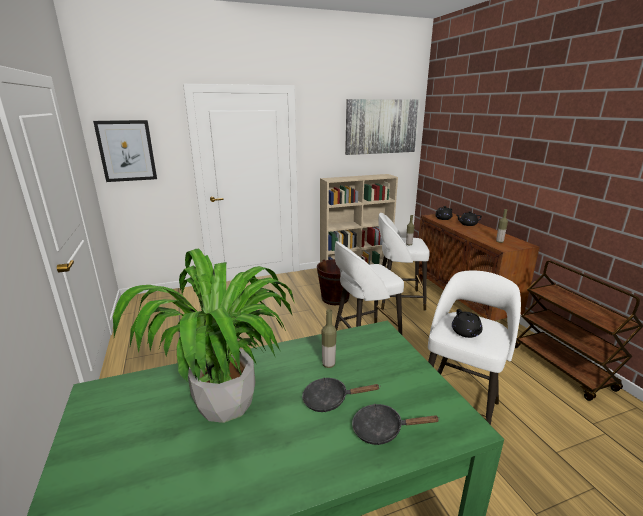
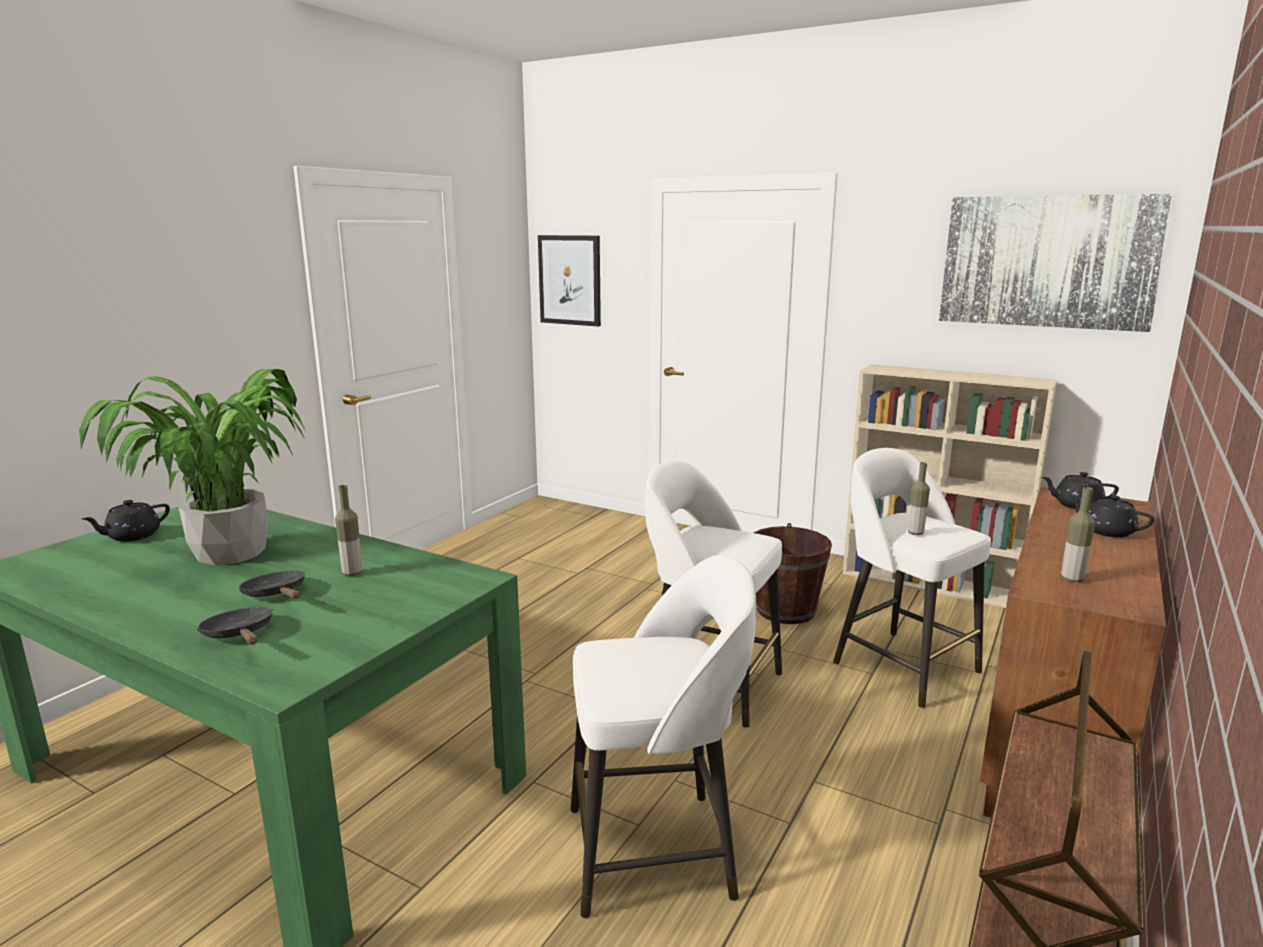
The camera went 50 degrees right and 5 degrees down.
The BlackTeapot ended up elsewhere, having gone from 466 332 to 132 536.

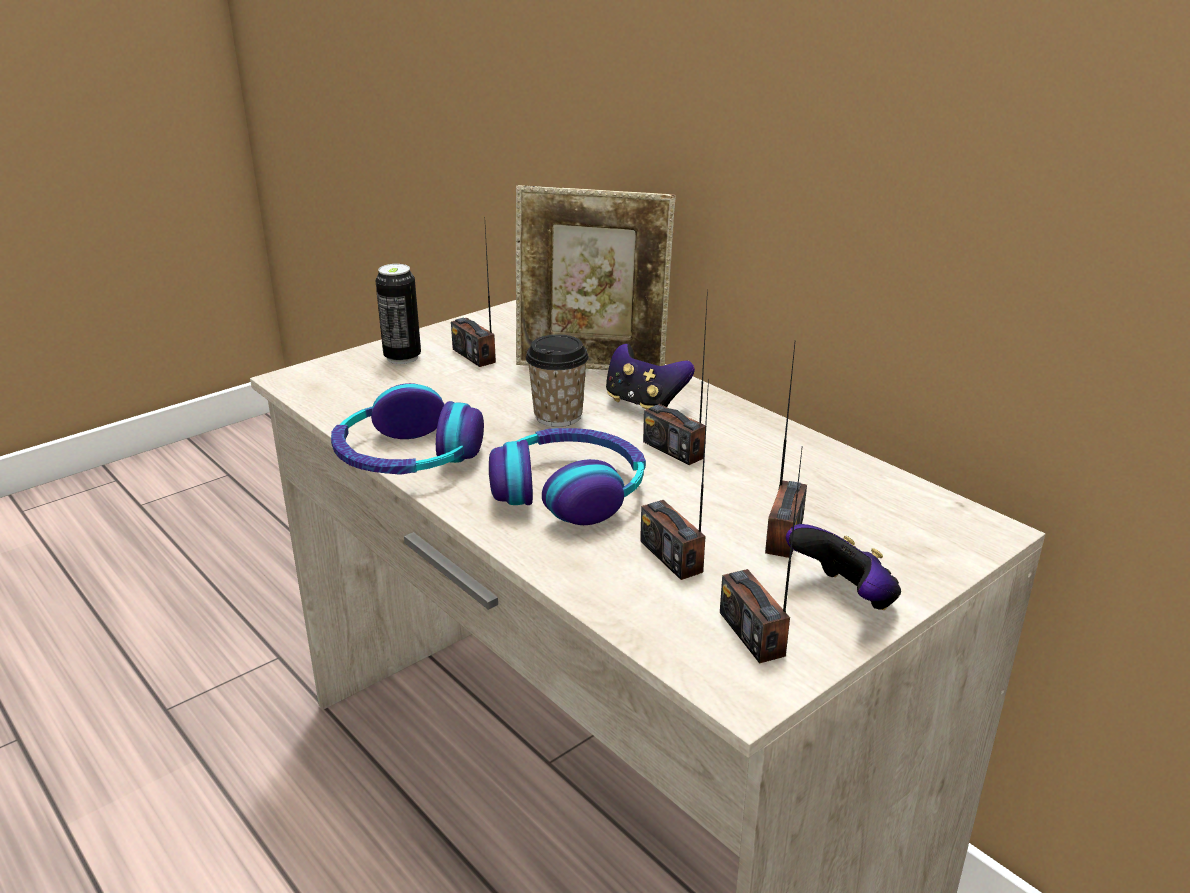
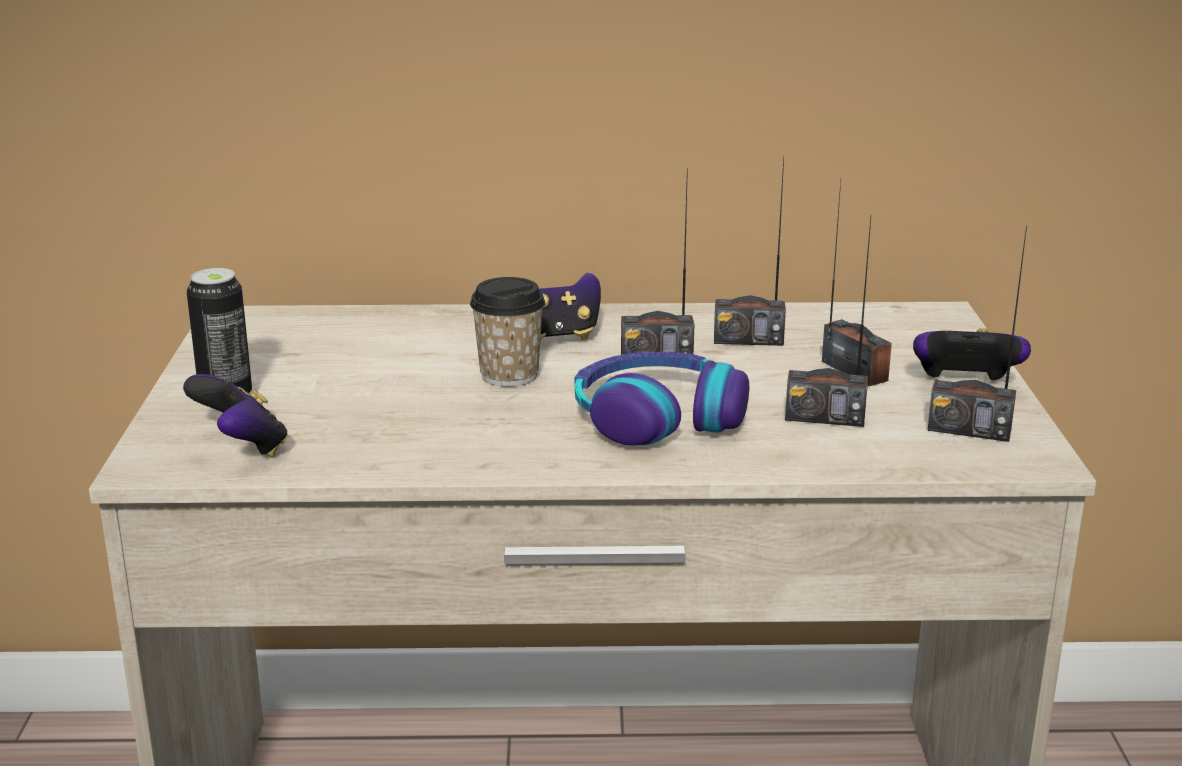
The camera went 50 degrees left and 5 degrees down.
The second view lost the Headphones at 407 457.
The Radio ended up elsewhere, having gone from 474 355 to 748 340.
The second view lost the PictureFrame at 592 366.
The second view gained the GameController at 243 448.

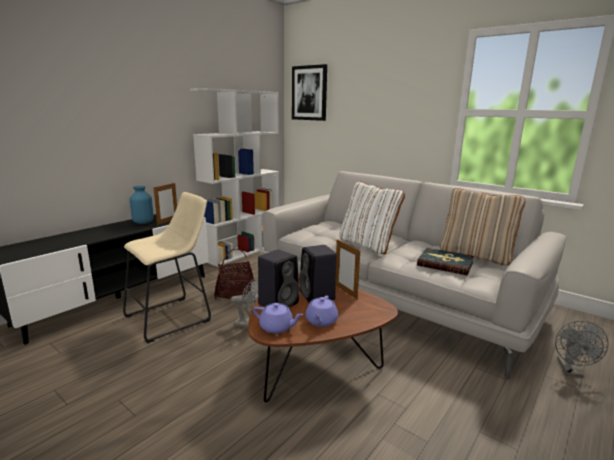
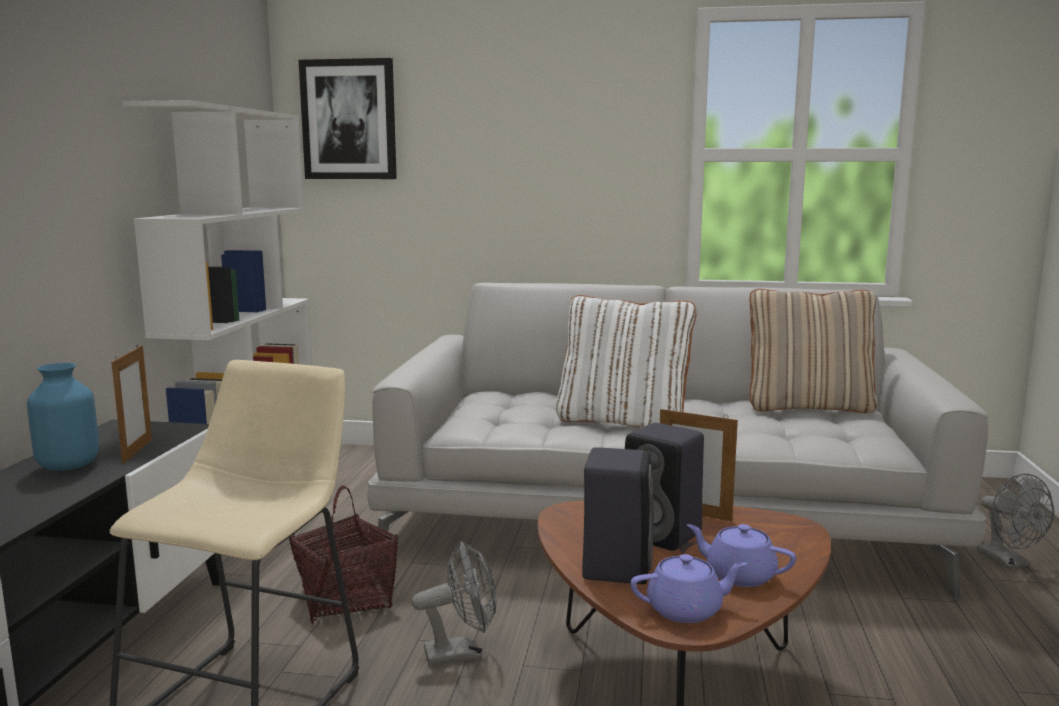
The camera went 30 degrees left and 5 degrees down.
The PurpleTeapot at 321 321 ended up facing another way, 135 degrees clockwise from before.
The second view lost the Book at 445 264.

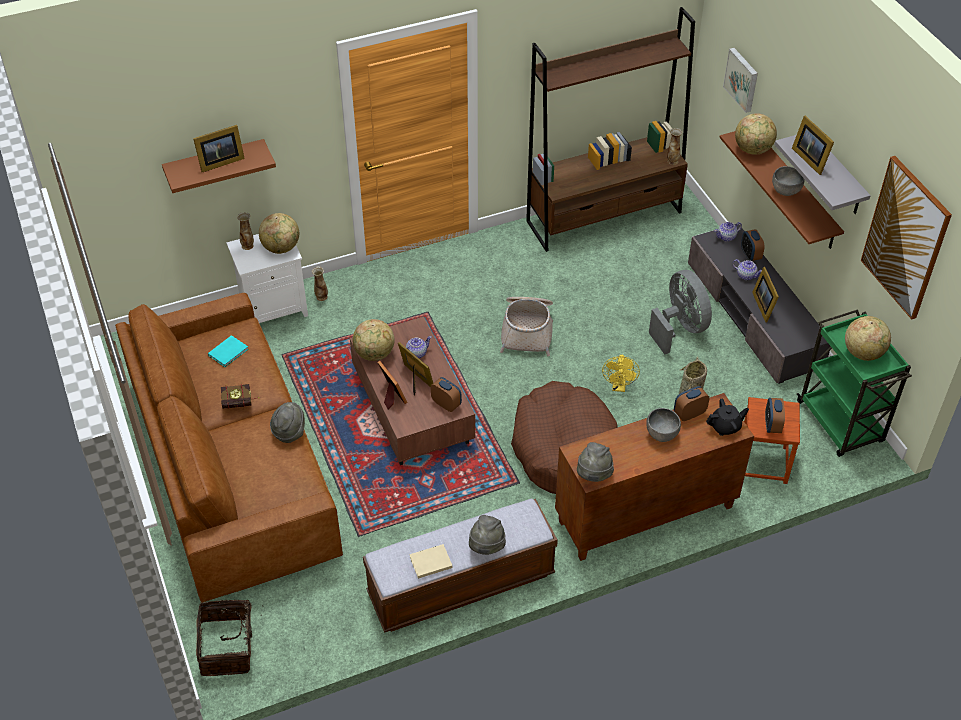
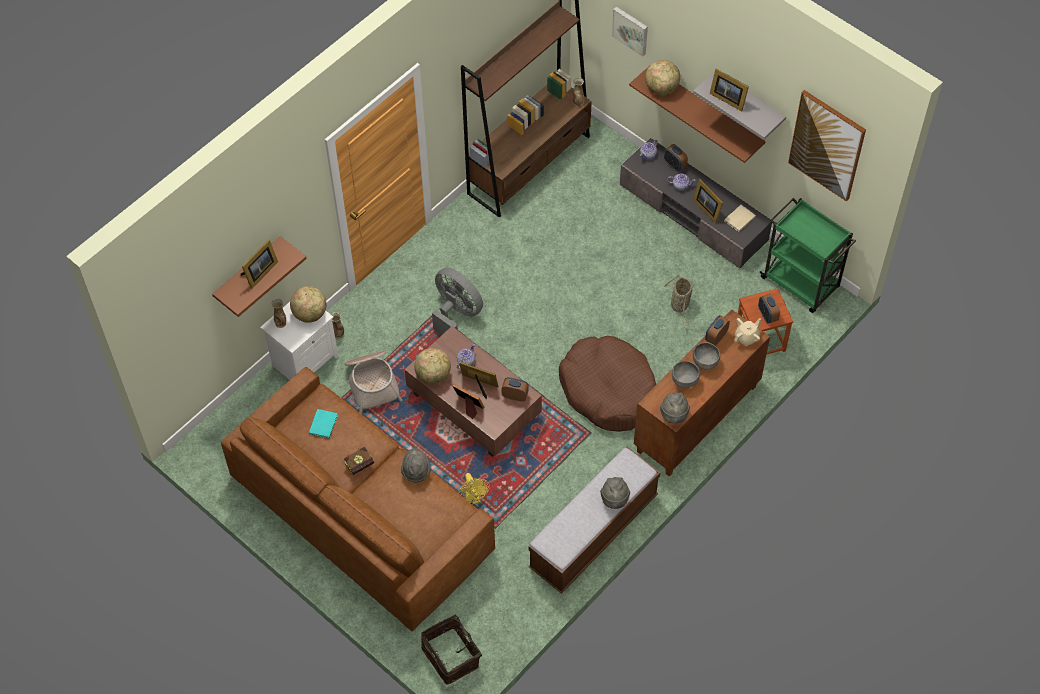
The camera went 25 degrees left and 10 degrees up.
The BeigeBook ended up elsewhere, having gone from 429 562 to 738 219.
The Basket ended up elsewhere, having gone from 527 330 to 372 383.
The YellowFan ended up elsewhere, having gone from 619 386 to 473 498.
The GreyFan ended up elsewhere, having gone from 680 328 to 456 314.
What was the BlackTeapot at 725 427 turned into the BeigeTeapot at 746 337.
The GreyBowl ended up elsewhere, having gone from 785 191 to 684 381.
The second view lost the Globe at 863 353.

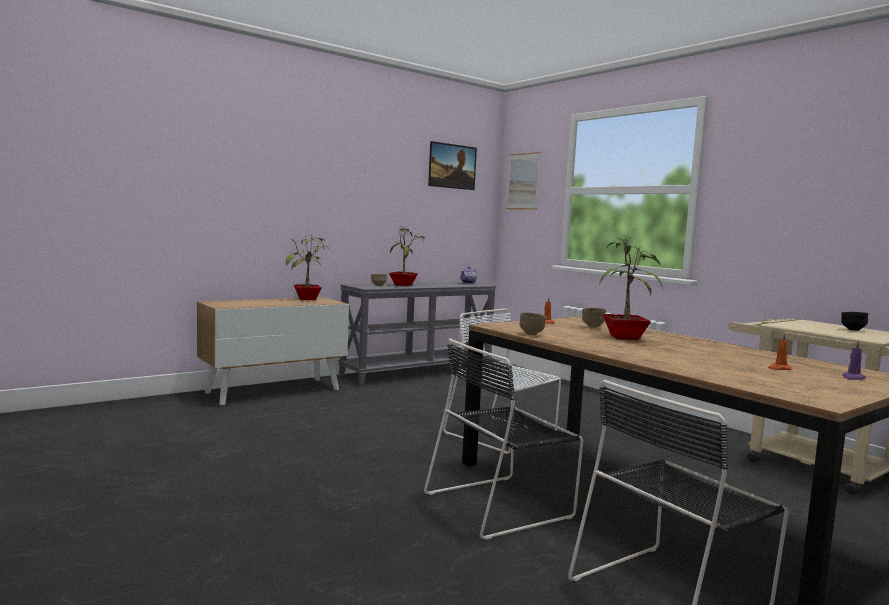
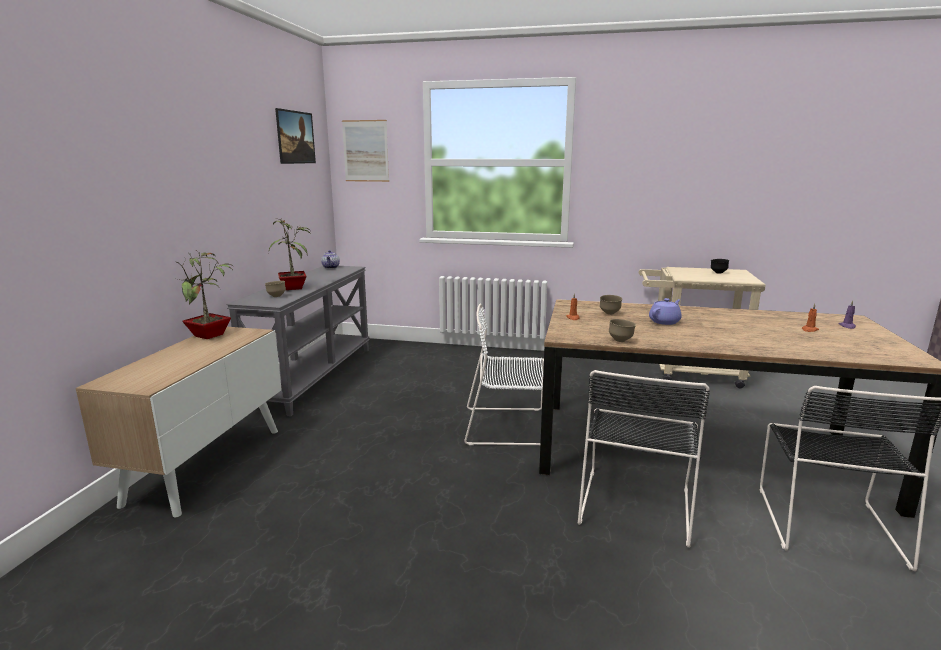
The camera went 40 degrees left and 10 degrees up.
Where the PottedPlant stood at 626 338, the PurpleTeapot came to stand at 665 321.

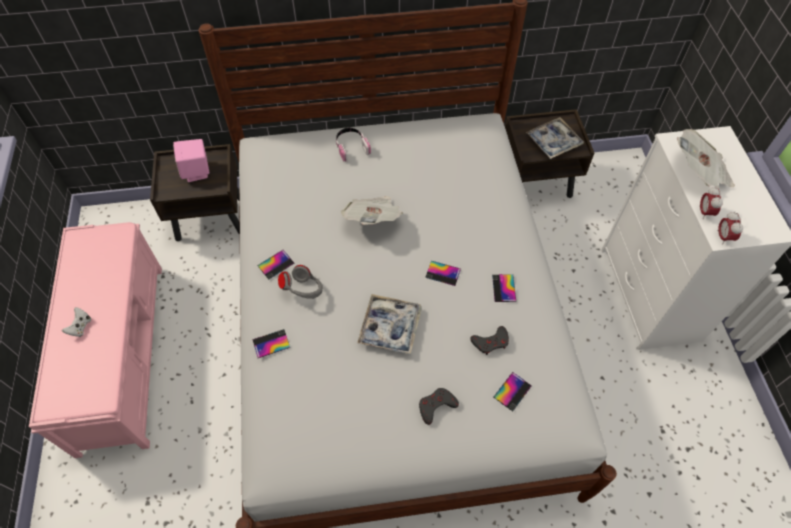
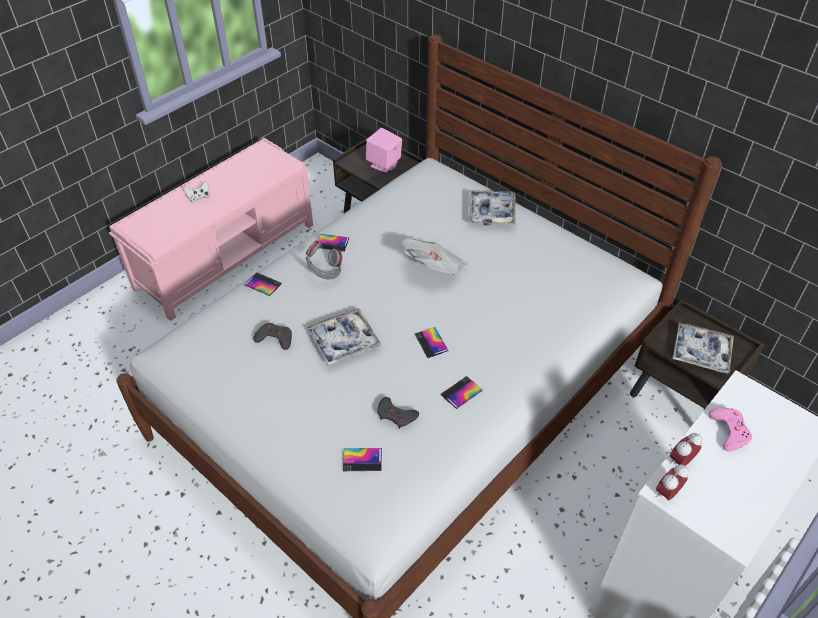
The camera went 50 degrees right and 10 degrees down.
Where the Headphones stood at 351 147, the Tray came to stand at 491 212.
The GreyGameController ended up elsewhere, having gone from 436 406 to 275 338.
Where the Newspaper stood at 699 173, the PinkGameController came to stand at 729 431.

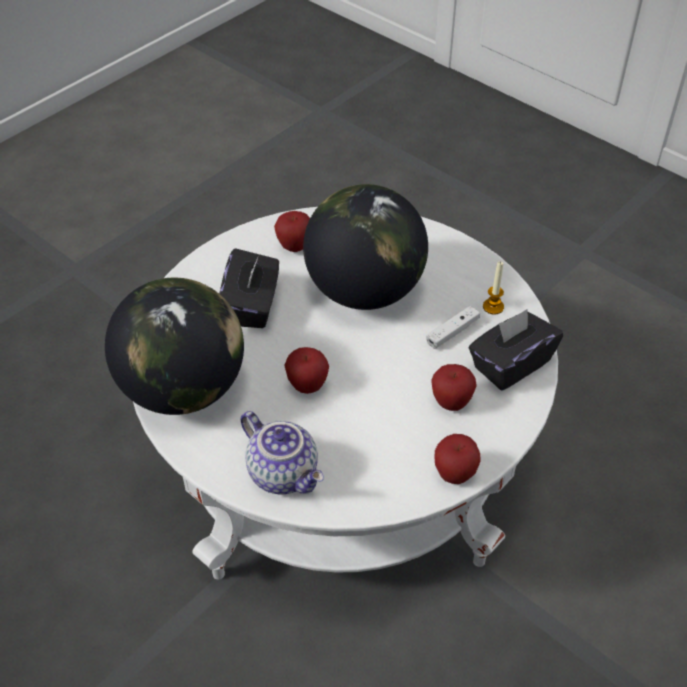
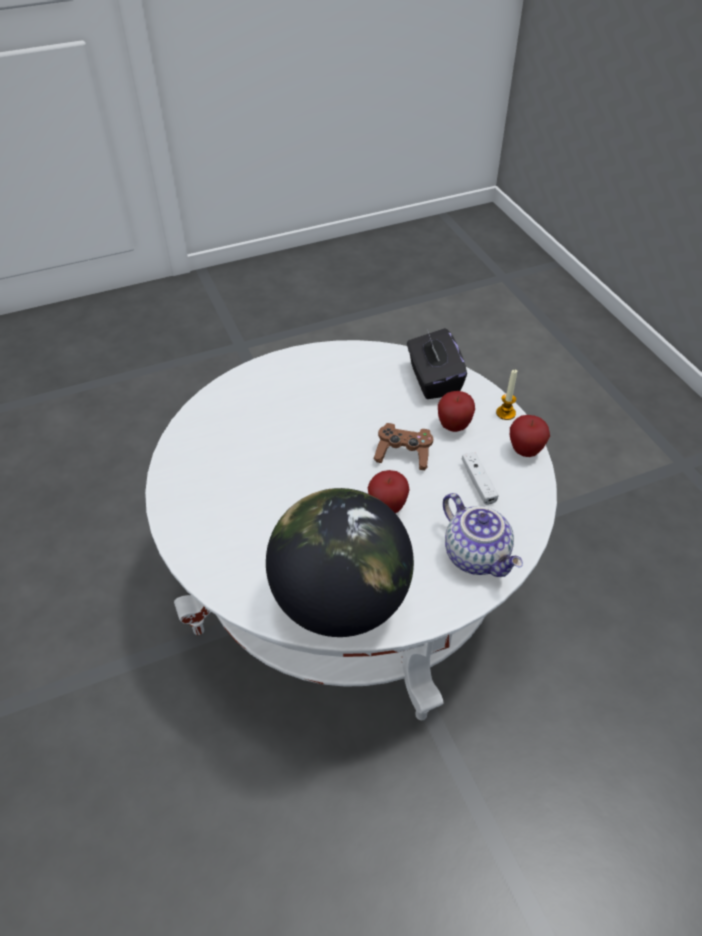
The camera went 65 degrees left and 0 degrees up.
The second view lost the BlackTissueBox at 252 306.
The Teapot at 285 473 ended up facing another way, 75 degrees clockwise from before.
The second view lost the Apple at 294 247.
The second view lost the Globe at 364 291.
The WhiteGameController ended up elsewhere, having gone from 452 332 to 478 482.
The Candle ended up elsewhere, having gone from 493 307 to 505 413.
The second view gained the BrownGameController at 403 454.

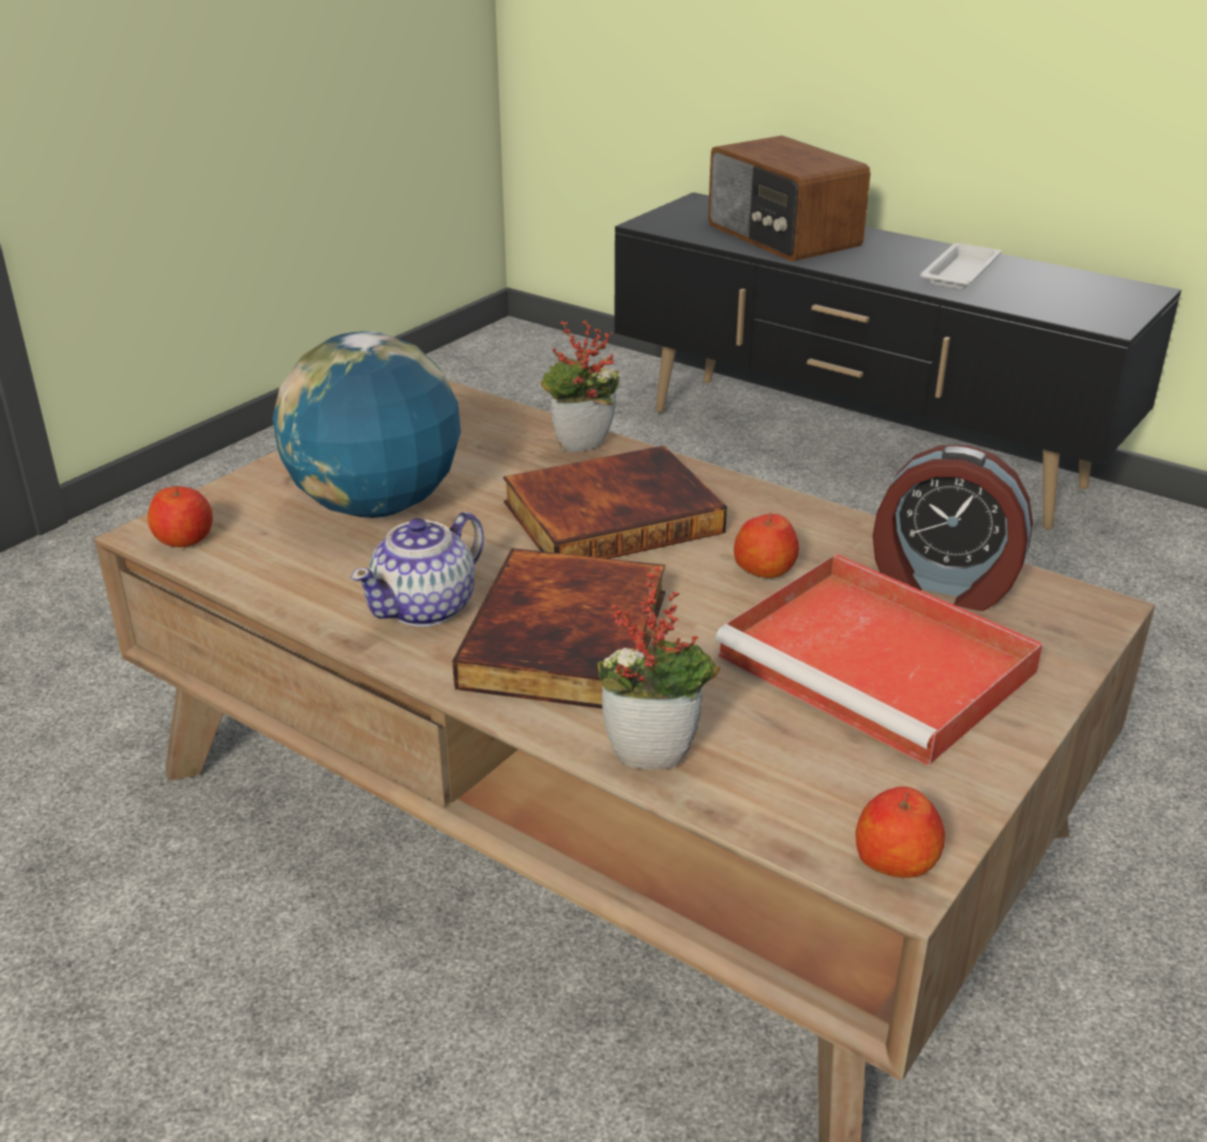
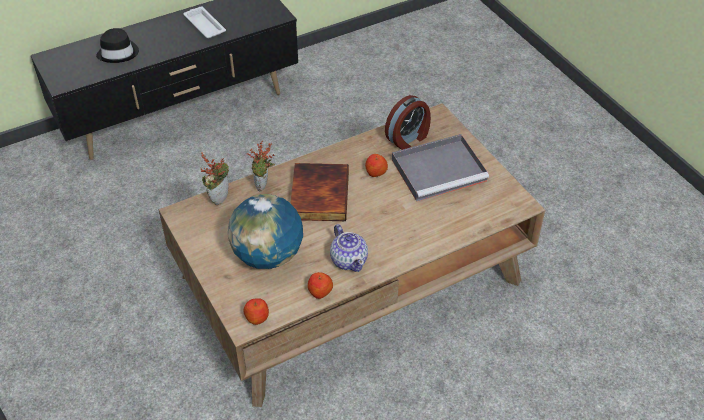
The camera went 65 degrees left and 15 degrees up.
The second view lost the Book at 570 640.
The PottedPlant ended up elsewhere, having gone from 655 753 to 218 197.
Where the Radio stood at 781 236, the BlackHat came to stand at 118 53.
What was the RedTray at 882 665 turned into the GreyTray at 440 169.
The Apple ended up elsewhere, having gone from 895 860 to 320 291.

